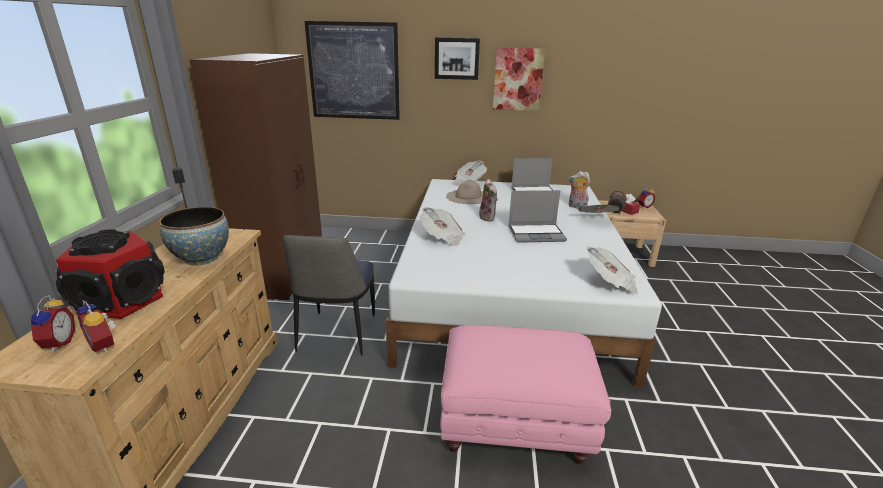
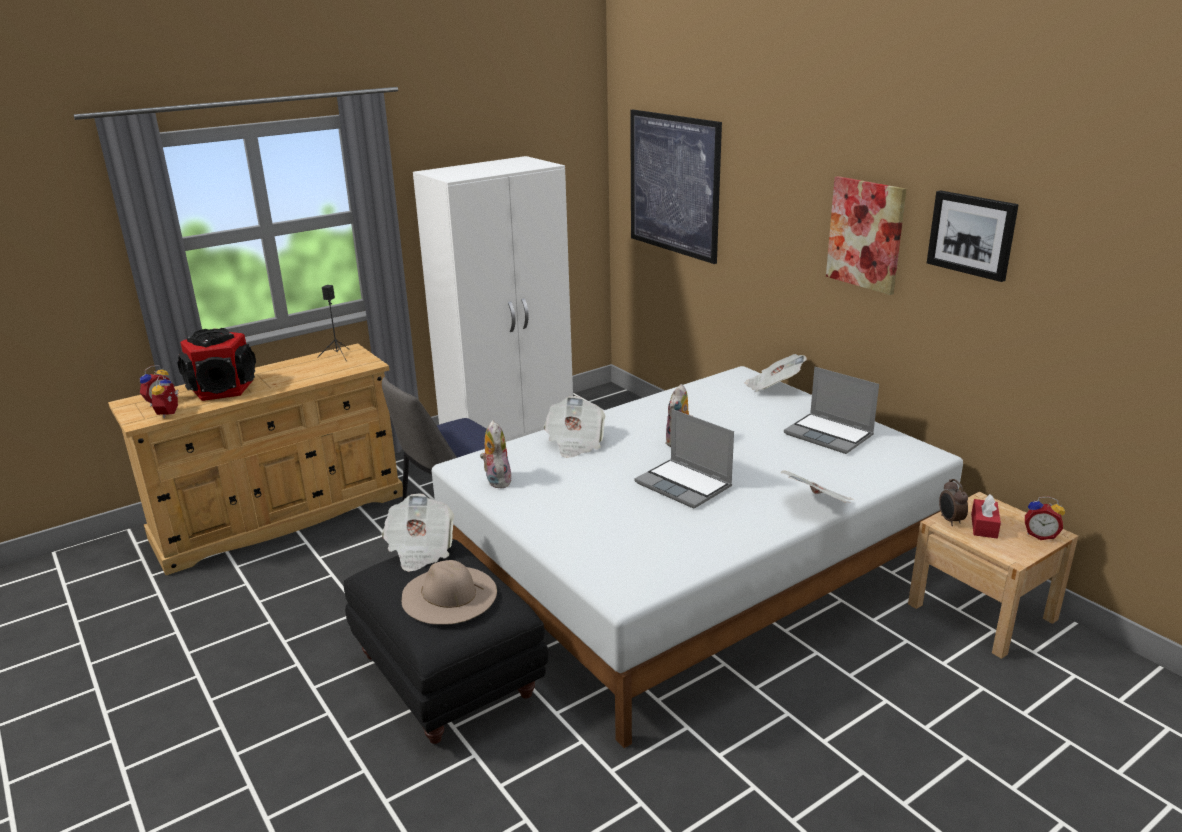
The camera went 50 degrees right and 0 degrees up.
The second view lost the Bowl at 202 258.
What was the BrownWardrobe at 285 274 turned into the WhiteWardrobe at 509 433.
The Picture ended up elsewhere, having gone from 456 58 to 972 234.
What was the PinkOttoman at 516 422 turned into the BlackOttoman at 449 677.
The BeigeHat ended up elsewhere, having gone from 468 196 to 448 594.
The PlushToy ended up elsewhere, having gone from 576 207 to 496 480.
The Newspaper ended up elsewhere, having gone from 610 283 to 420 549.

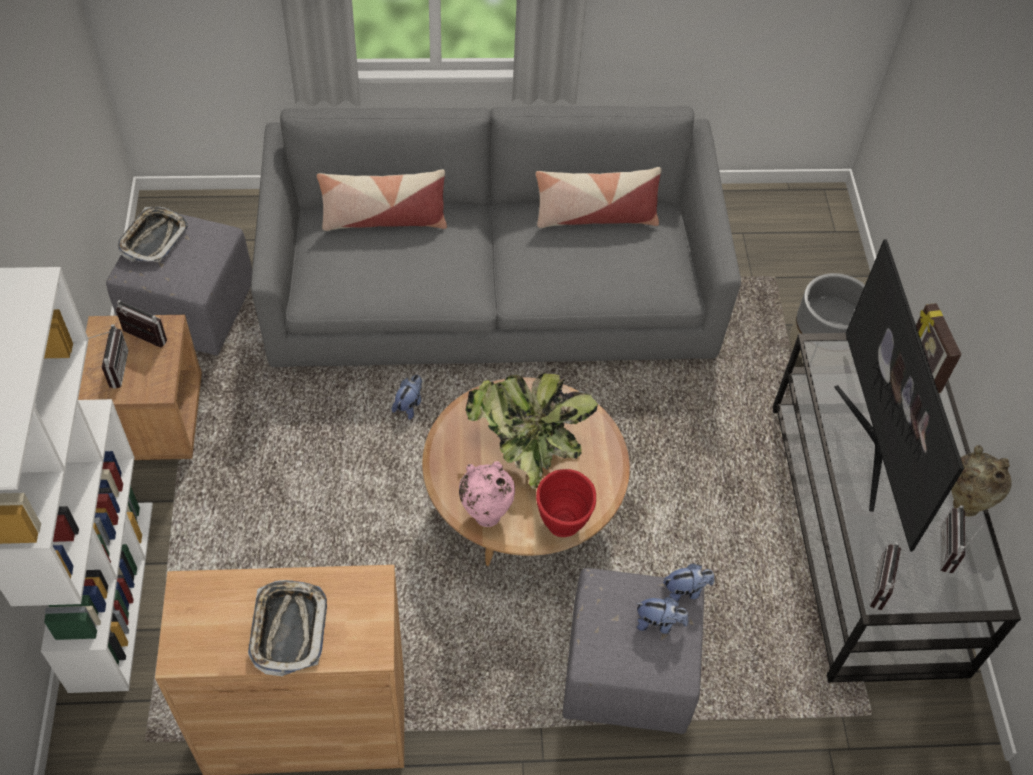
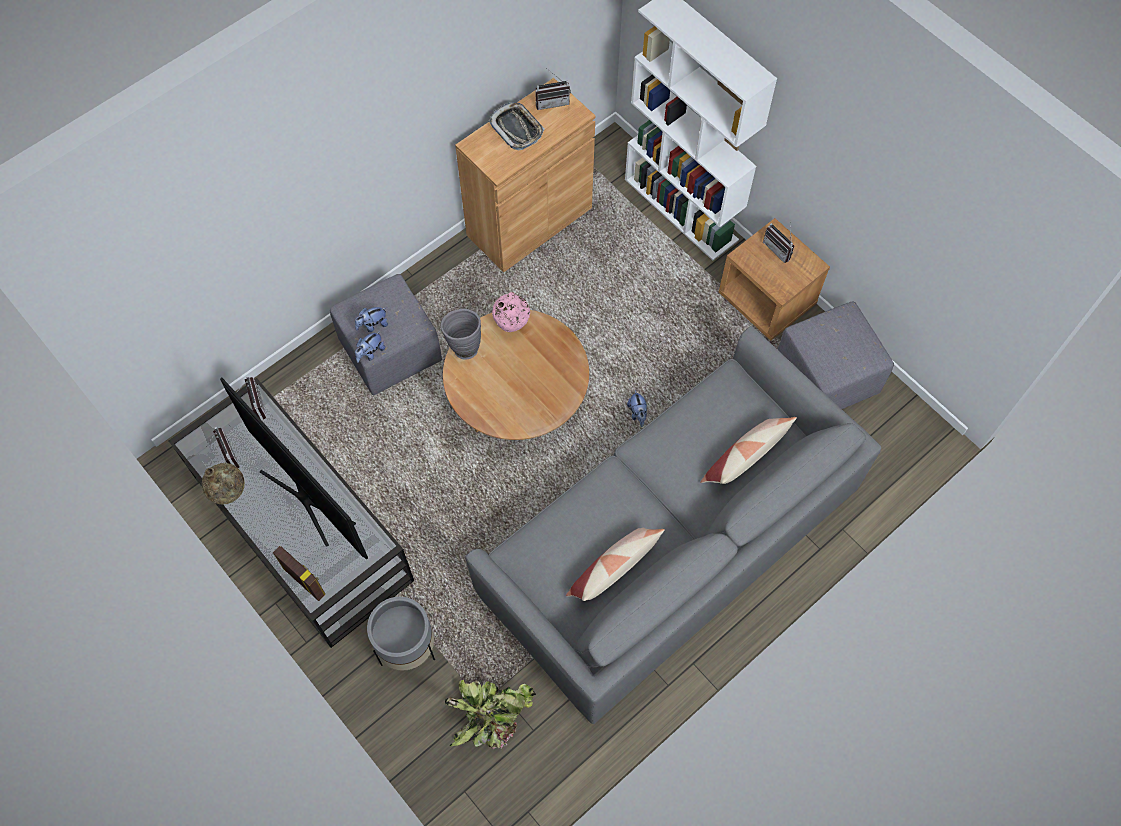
The camera went 145 degrees right and 10 degrees up.
The Radio ended up elsewhere, having gone from 141 340 to 552 101.
The second view lost the Tray at 153 238.
The PottedPlant ended up elsewhere, having gone from 527 448 to 490 718.
What was the RedVase at 562 530 turned into the GreyVase at 463 346.

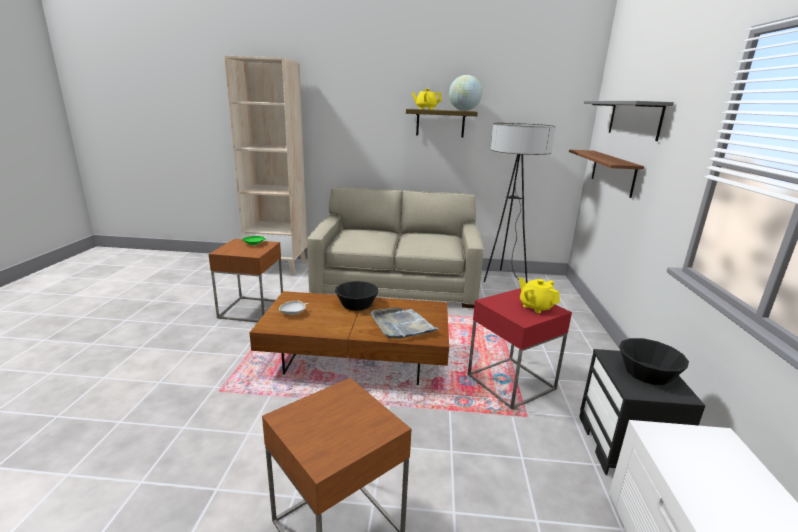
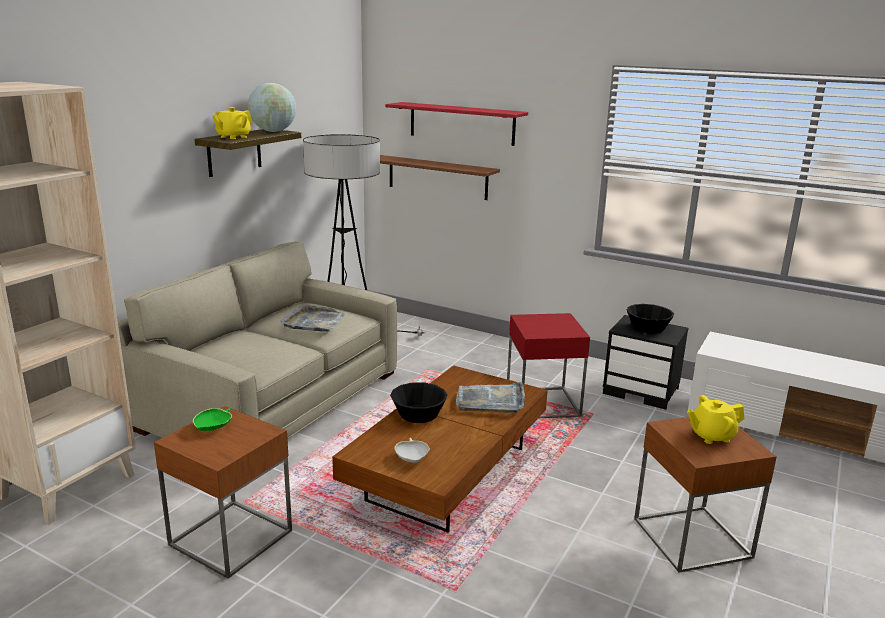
The camera went 65 degrees left and 0 degrees up.
The YellowTeapot ended up elsewhere, having gone from 536 307 to 711 436.
What was the GreyShelf at 634 119 turned into the RedShelf at 461 123.
The second view gained the GreyTray at 314 322.

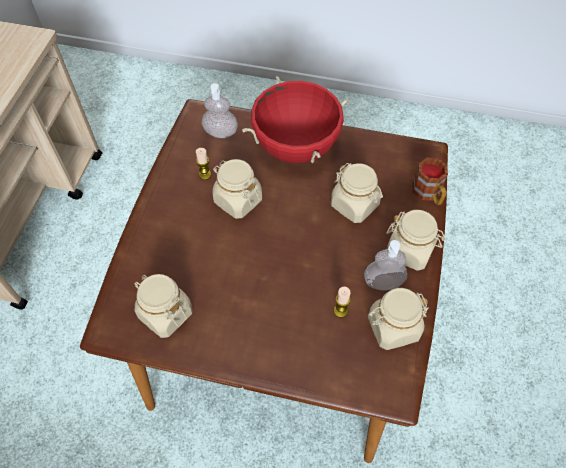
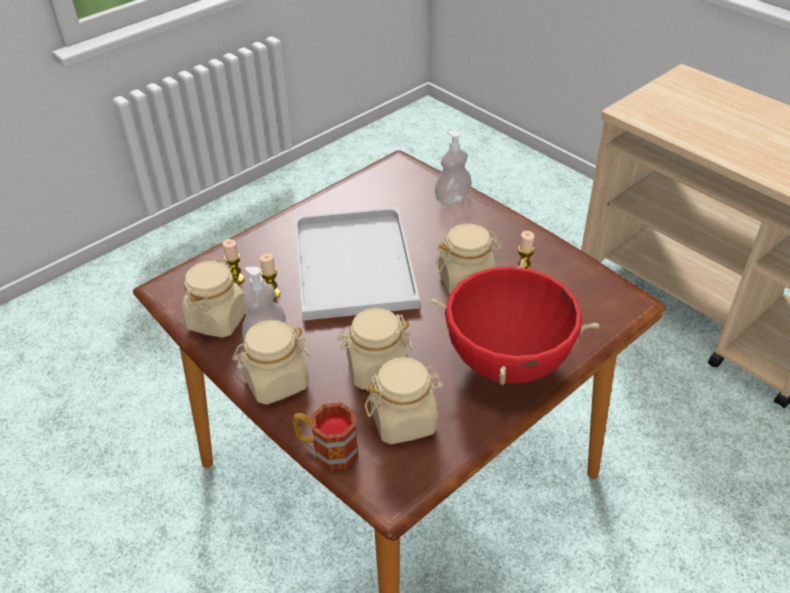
The camera went 125 degrees right and 15 degrees down.
The BeigeJar ended up elsewhere, having gone from 165 313 to 404 420.
The SoapDispenser ended up elsewhere, having gone from 220 132 to 452 199.
The second view gained the Candle at 236 279.
The second view gained the WhiteTray at 352 262.

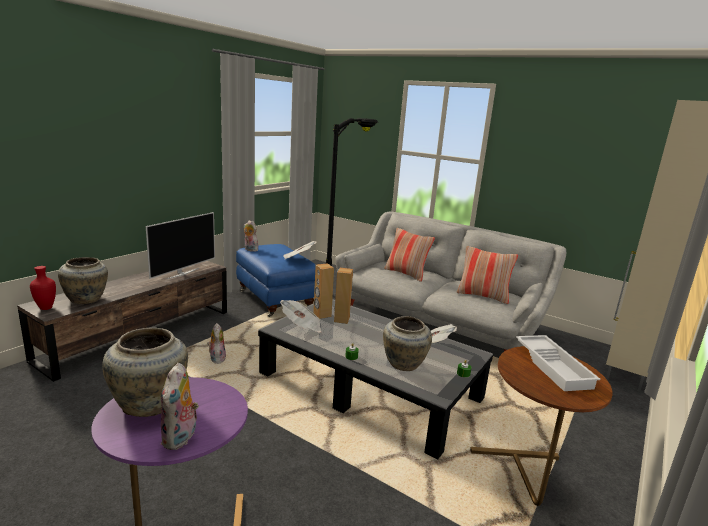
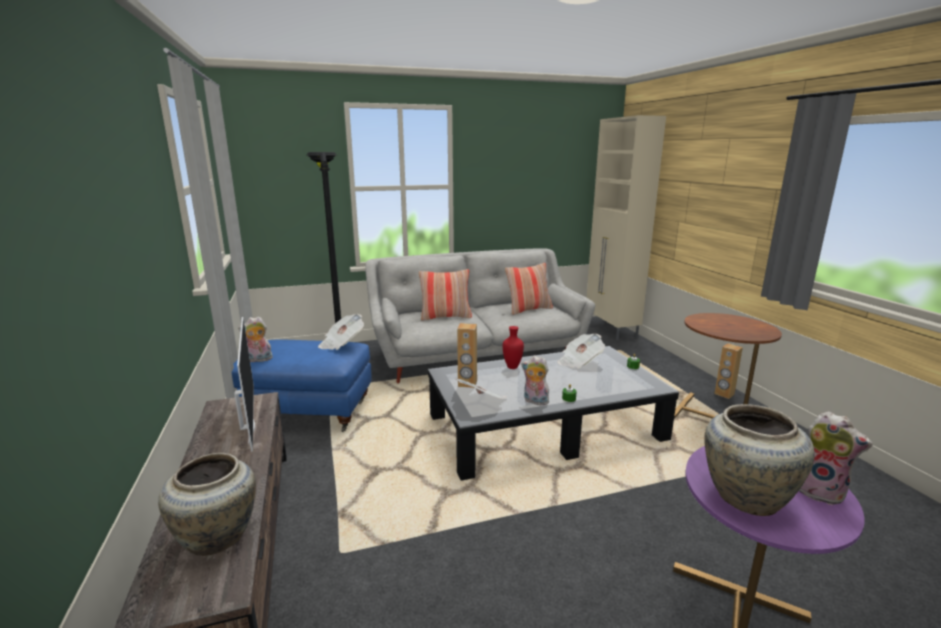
The camera went 50 degrees left and 0 degrees up.
The RedVase ended up elsewhere, having gone from 46 308 to 513 367.
The PlushToy ended up elsewhere, having gone from 216 359 to 534 401.
The BrownSpeaker ended up elsewhere, having gone from 341 320 to 724 394.
The second view lost the BeigeVase at 403 364.
The second view lost the WhiteTray at 554 367.

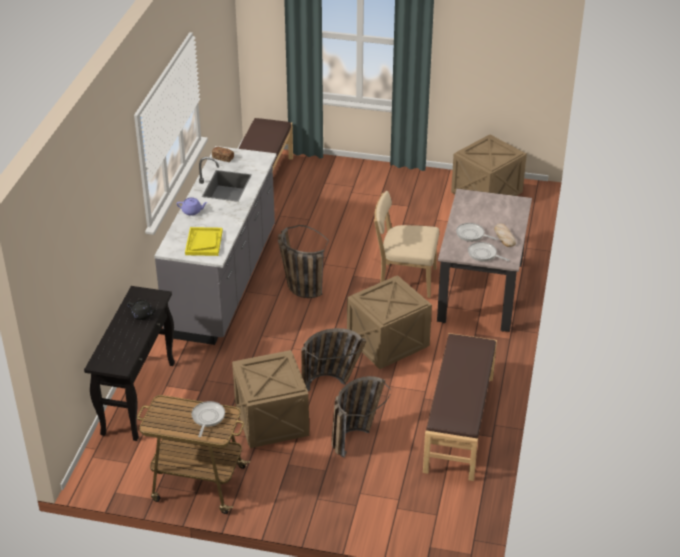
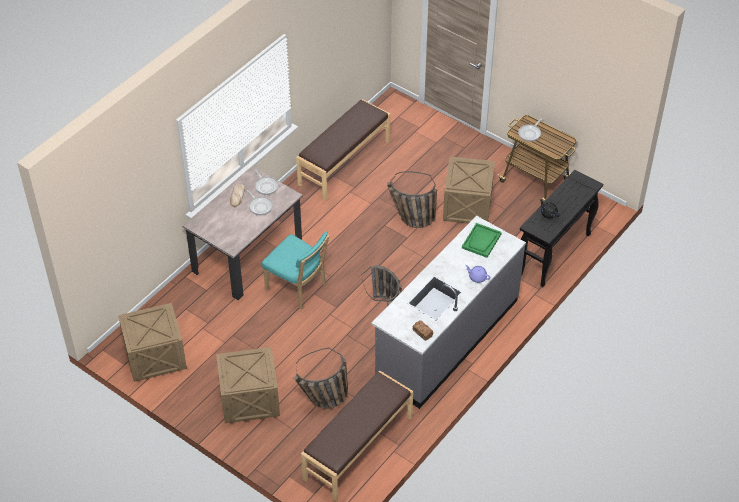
The camera went 155 degrees left and 10 degrees up.
What was the YellowTray at 204 242 turned into the GreenTray at 481 241.
The Basket ended up elsewhere, having gone from 356 436 to 323 401.
The Crate ended up elsewhere, having gone from 387 343 to 250 400.
What was the BeigeChair at 404 279 turned into the TurquoiseChair at 298 288.

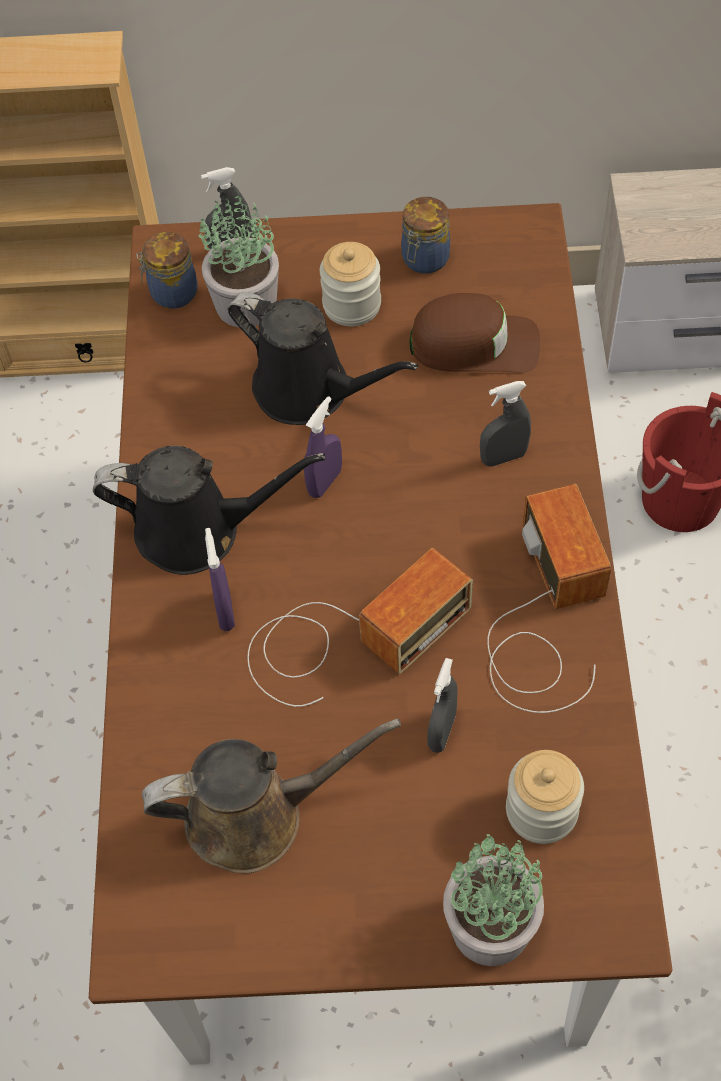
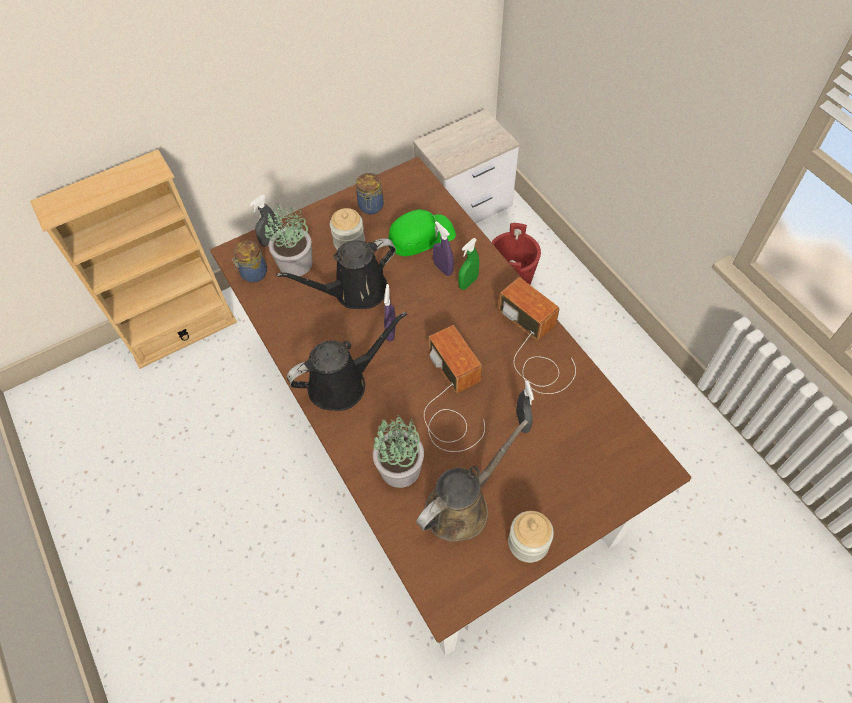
The camera went 30 degrees left and 0 degrees up.
The PurpleSprayBottle ended up elsewhere, having gone from 225 611 to 443 269.
The BlackWateringCan at 310 390 ended up facing another way, 150 degrees clockwise from before.
The Radio at 349 638 ended up facing another way, 45 degrees counterclockwise from before.
What was the BrownCap at 475 344 turned into the GreenCap at 421 236.
The PottedPlant ended up elsewhere, having gone from 491 929 to 401 469.
What was the GreySprayBottle at 503 457 turned into the GreenSprayBottle at 468 282.
The Jar ended up elsewhere, having gone from 541 811 to 528 543.

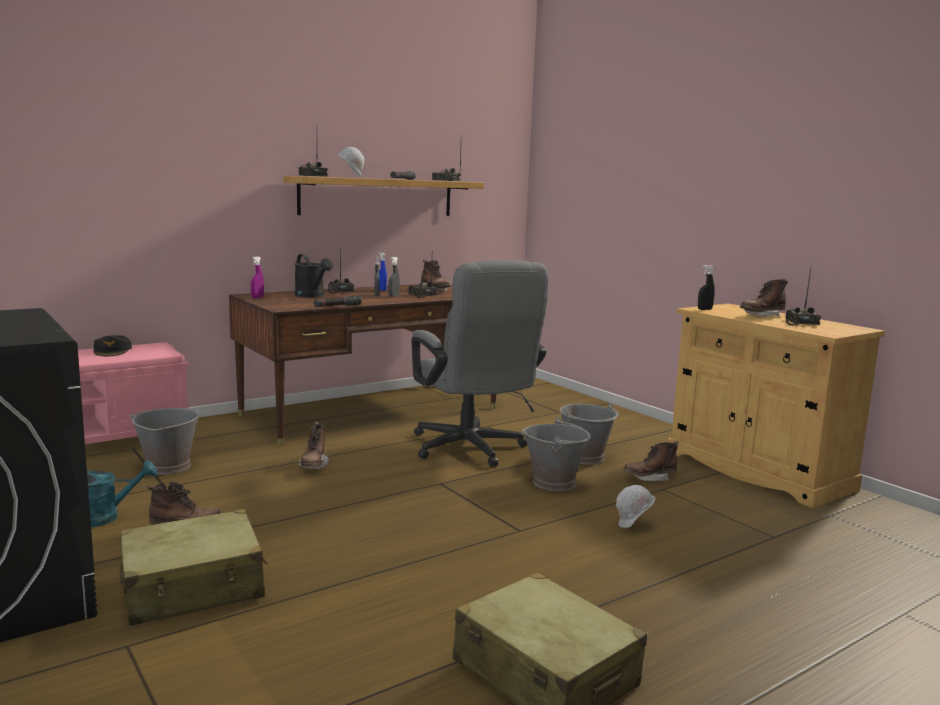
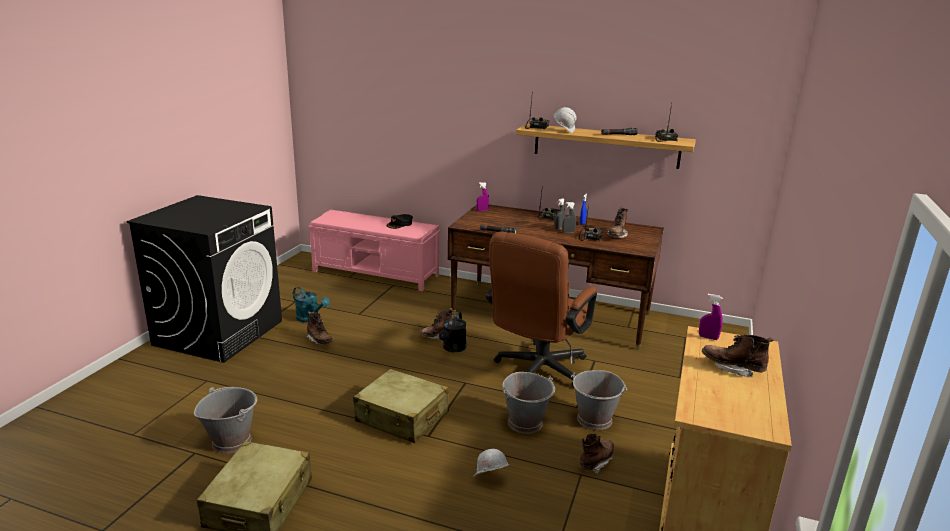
The camera went 55 degrees right and 10 degrees up.
The BeigeSuitcase ended up elsewhere, having gone from 193 587 to 402 417.
The GreyBucket ended up elsewhere, having gone from 167 466 to 231 441.
The BlackWateringCan ended up elsewhere, having gone from 312 296 to 453 348.
What was the GreyOfficeChair at 471 450 turned into the BrownOfficeChair at 537 372.
The BrownBoot at 649 478 ended up facing another way, 90 degrees clockwise from before.
What was the BlackSprayBottle at 704 309 turned into the PurpleSprayBottle at 708 337.
The second view lost the Radio at 799 323.

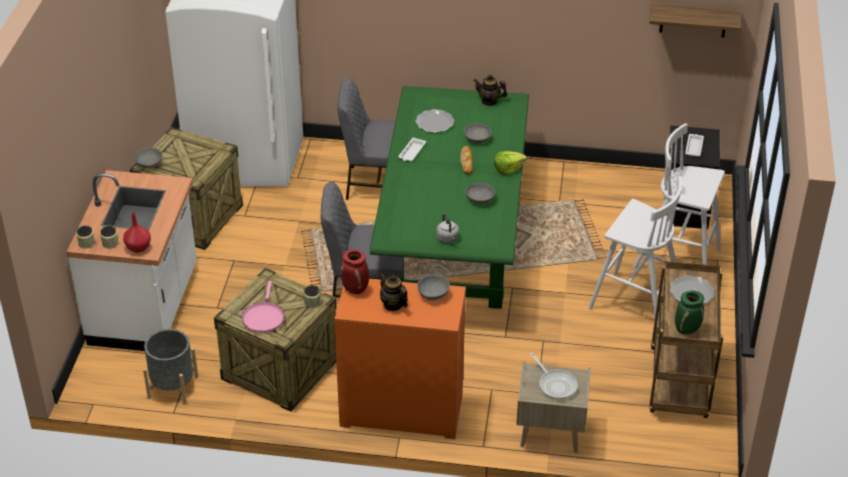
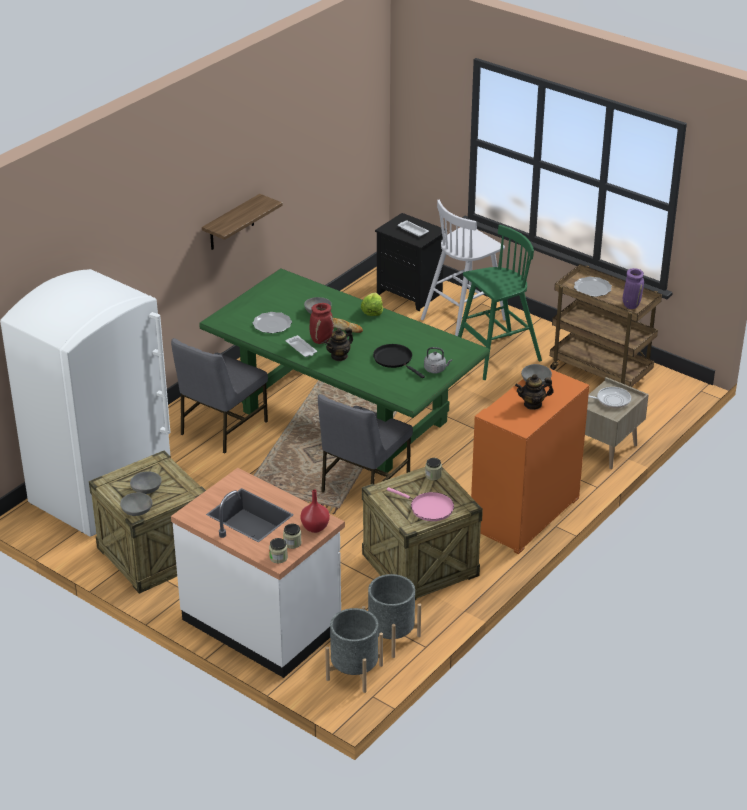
The camera went 60 degrees left and 5 degrees down.
The RedVase ended up elsewhere, having gone from 356 289 to 321 340.
The GreyBowl ended up elsewhere, having gone from 480 199 to 146 489.
The Teapot ended up elsewhere, having gone from 489 101 to 339 356.
What was the WhiteStool at 634 303 turned into the GreenStool at 496 357.
The Shelf ended up elsewhere, having gone from 693 21 to 231 223.
What was the GreenVase at 687 329 turned into the PurpleVase at 631 305.
The second view gained the GreyPlanter at 354 672.
The second view gained the BlackFryingPan at 395 360.

